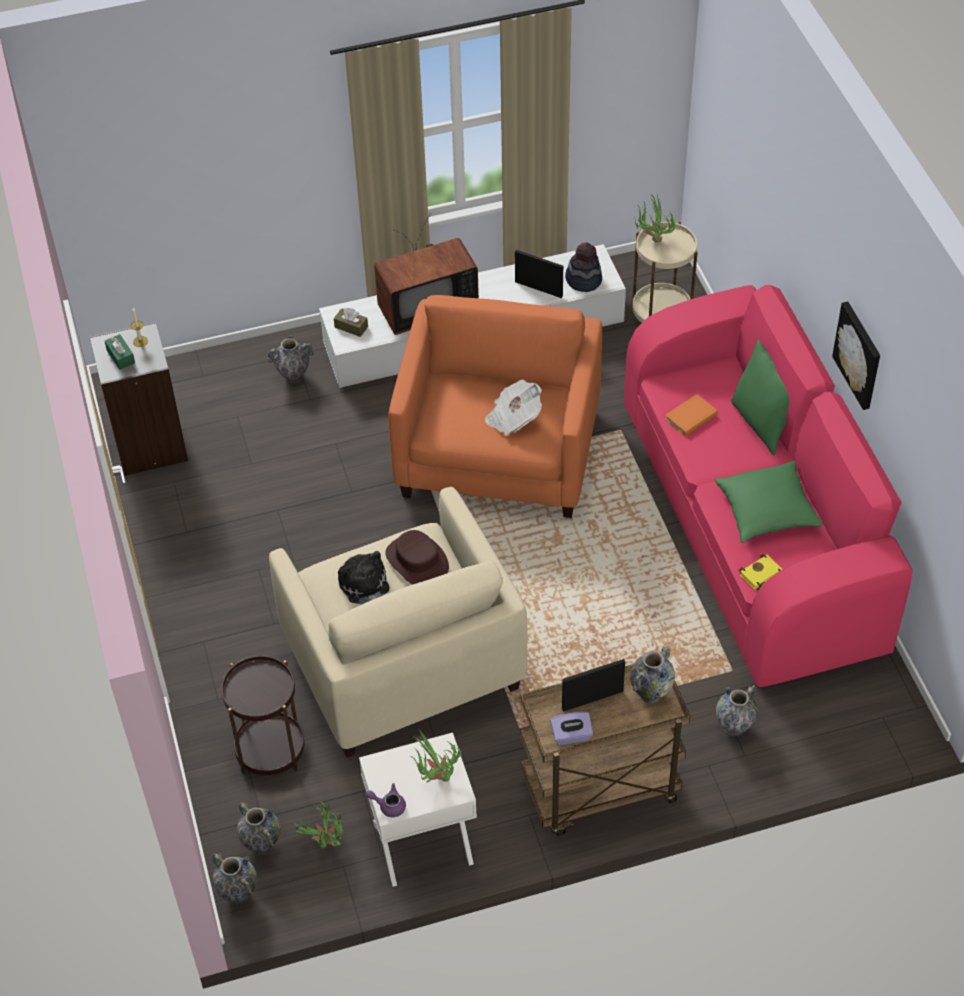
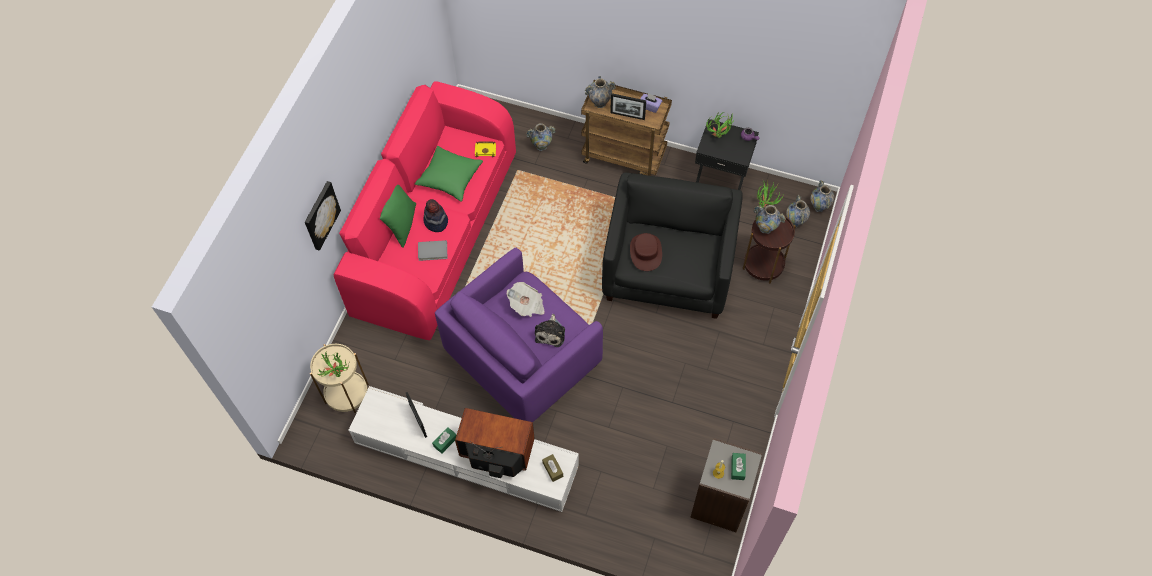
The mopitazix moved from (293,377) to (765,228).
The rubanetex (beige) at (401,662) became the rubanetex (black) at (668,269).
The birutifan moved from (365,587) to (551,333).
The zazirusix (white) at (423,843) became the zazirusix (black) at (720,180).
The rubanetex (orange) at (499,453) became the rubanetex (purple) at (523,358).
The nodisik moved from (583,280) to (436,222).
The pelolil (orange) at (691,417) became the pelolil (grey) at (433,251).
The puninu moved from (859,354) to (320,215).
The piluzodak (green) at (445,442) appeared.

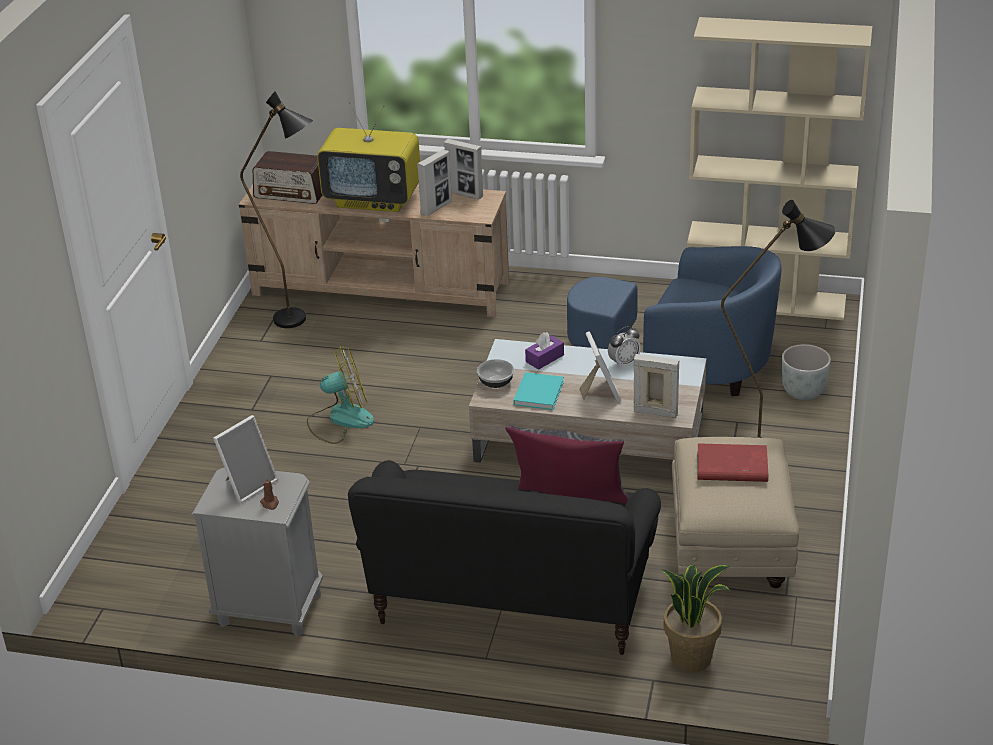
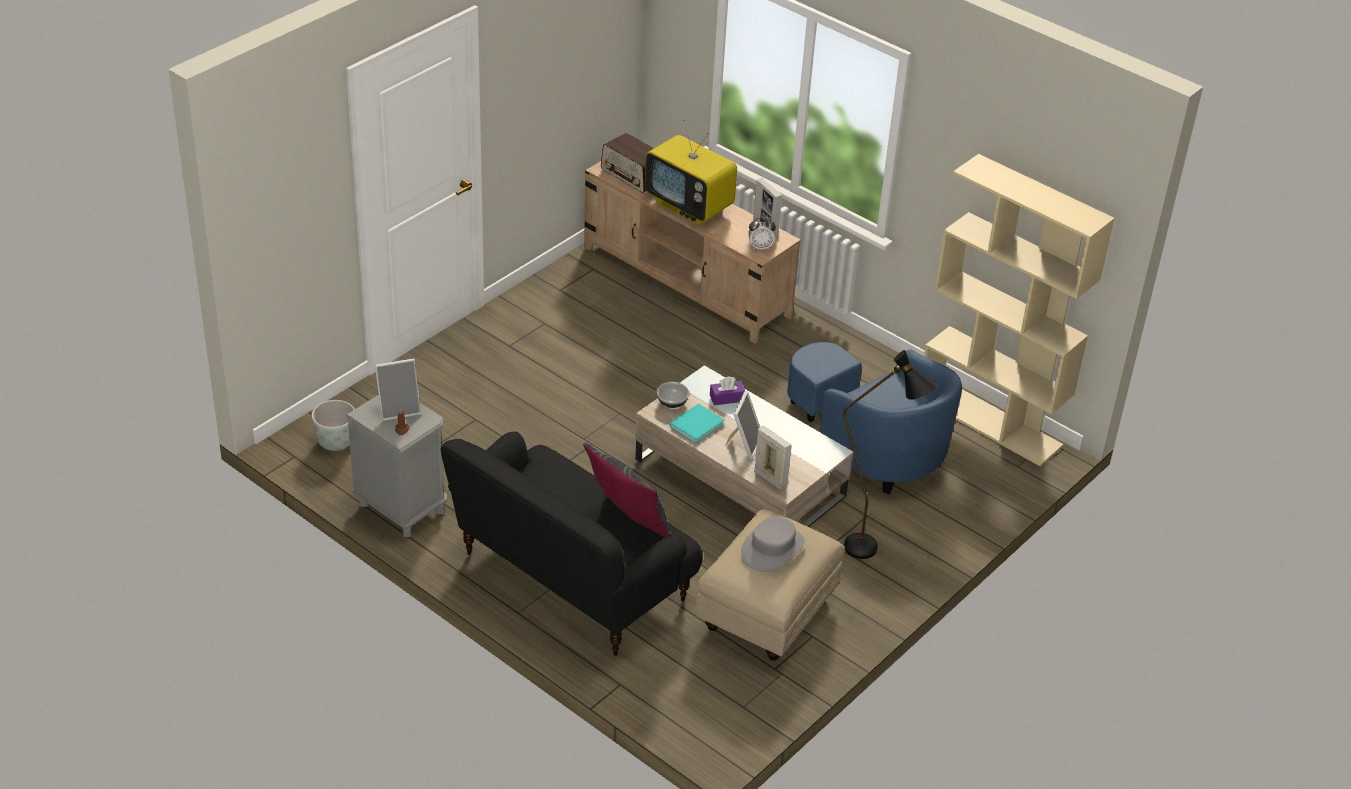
The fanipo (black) at (300,321) disappeared.
The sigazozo at (340,420) disappeared.
The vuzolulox at (436,208) disappeared.
The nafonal moved from (624,363) to (760,247).
The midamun at (691,657) disappeared.
The pelolil (red) at (731,467) was replaced by the nodisik (grey) at (772,548).
The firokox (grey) moved from (803,392) to (336,442).

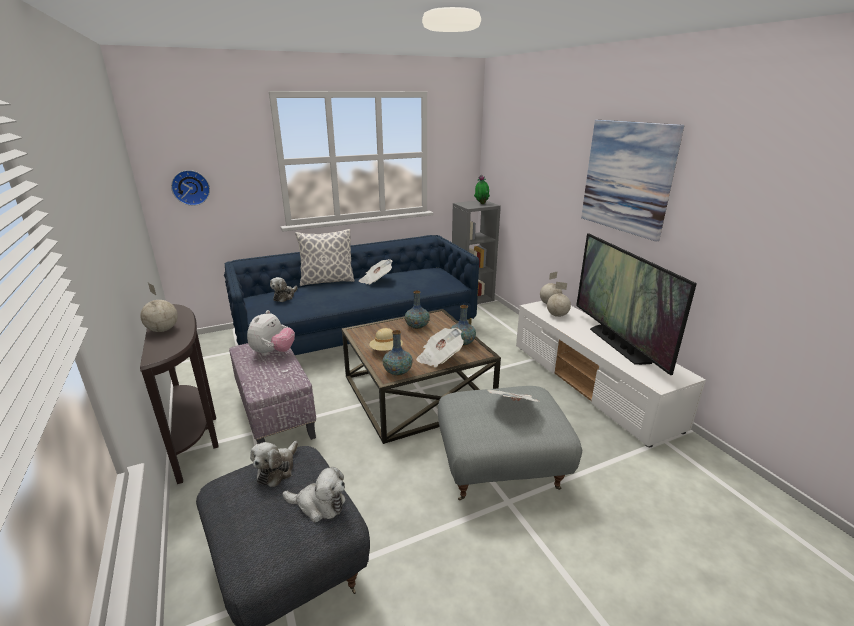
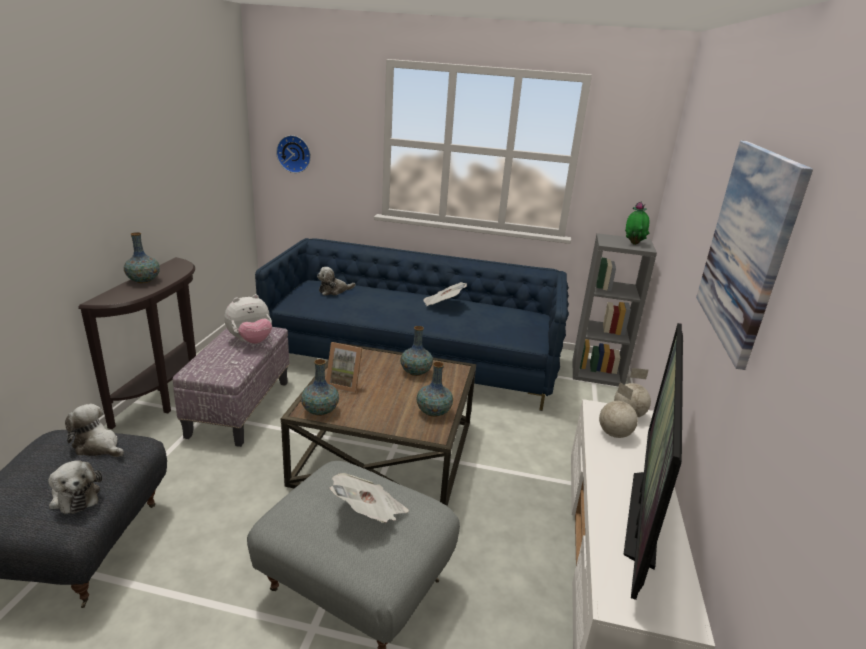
The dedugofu at (163,330) was replaced by the mopitazix at (144,281).
The birutifan at (277,469) turned 60 degrees clockwise.
The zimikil at (327,281) disappeared.
The nodisik (beige) at (386,350) was replaced by the vuzolulox at (345,384).
The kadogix at (439,358) disappeared.

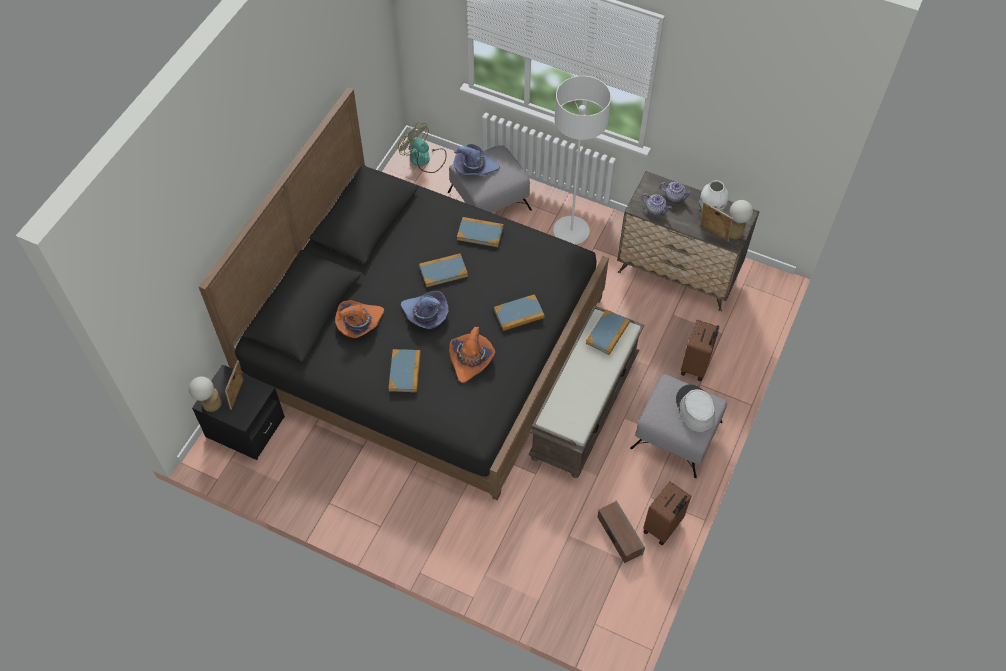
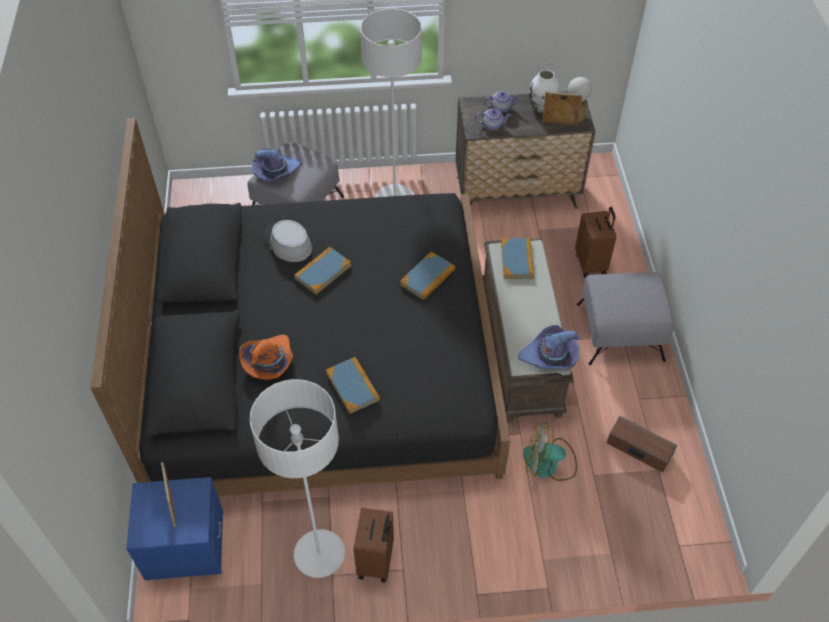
The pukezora at (209,403) disappeared.
The zazirusix (black) at (245,427) became the zazirusix (blue) at (184,545).
The sigazozo moved from (424,159) to (549,463).
The nodisik (purple) moved from (425,314) to (550,356).
The nodisik (orange) at (471,359) disappeared.
The pelolil at (480,233) disappeared.
The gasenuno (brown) moved from (663,527) to (377,561).
The nodisik (grey) moved from (694,409) to (287,243).
The fanipo (white) at (319,554) appeared.

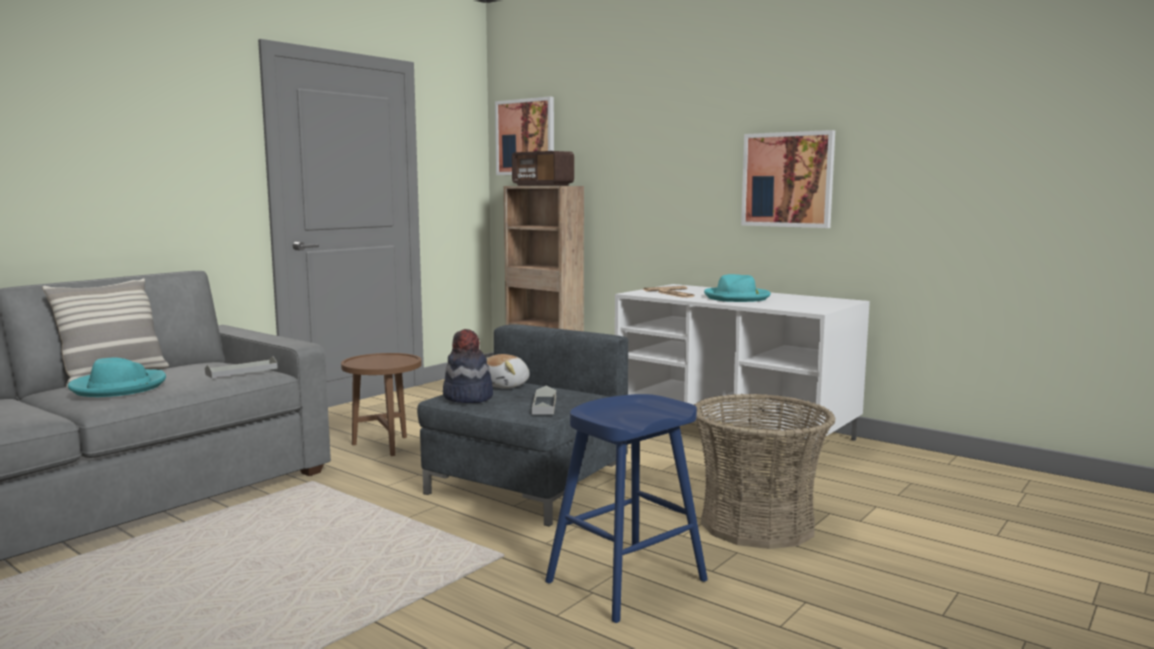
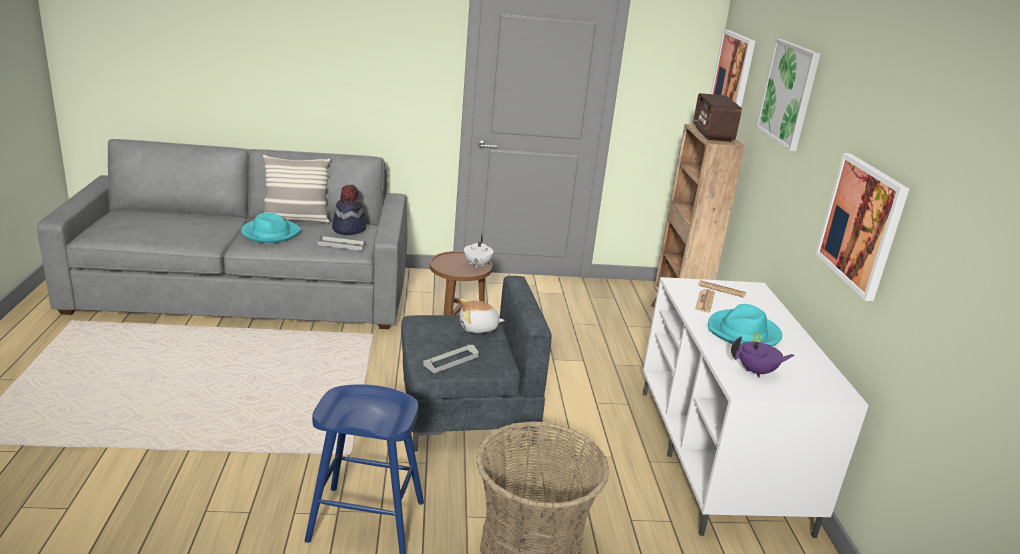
The nodisik moved from (467,397) to (348,229).
The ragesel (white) at (477,264) appeared.
The ragesel (purple) at (756,372) appeared.
The puninu at (788,93) appeared.

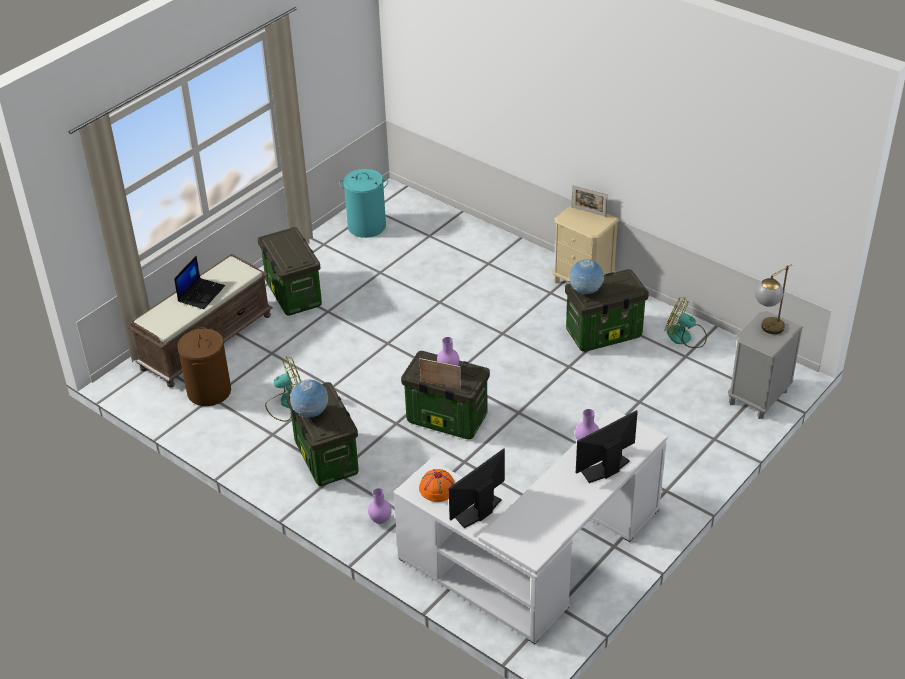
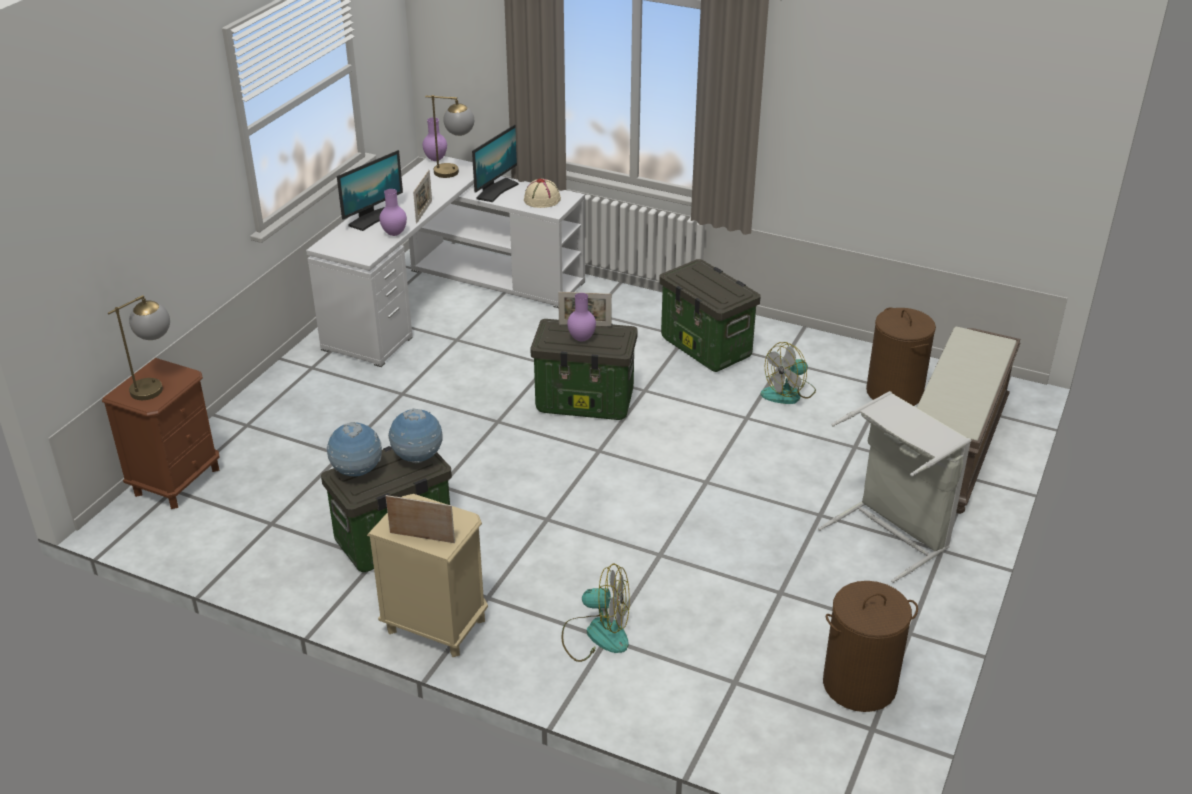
The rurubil at (201,293) disappeared.
The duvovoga at (292,294) was replaced by the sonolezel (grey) at (891,534).
The dedugofu moved from (311,414) to (357,473).
The sonolezel (turquoise) at (367,226) became the sonolezel (brown) at (859,685).
The mopitazix (purple) moved from (380,520) to (436,159).
The nodisik (orange) at (437,489) became the nodisik (beige) at (542,199).
The sigazozo moved from (685,337) to (596,634).
The zazirusix (grey) at (758,398) became the zazirusix (brown) at (177,481).
The vuzolulox at (424,212) appeared.
The pukezora at (455,173) appeared.

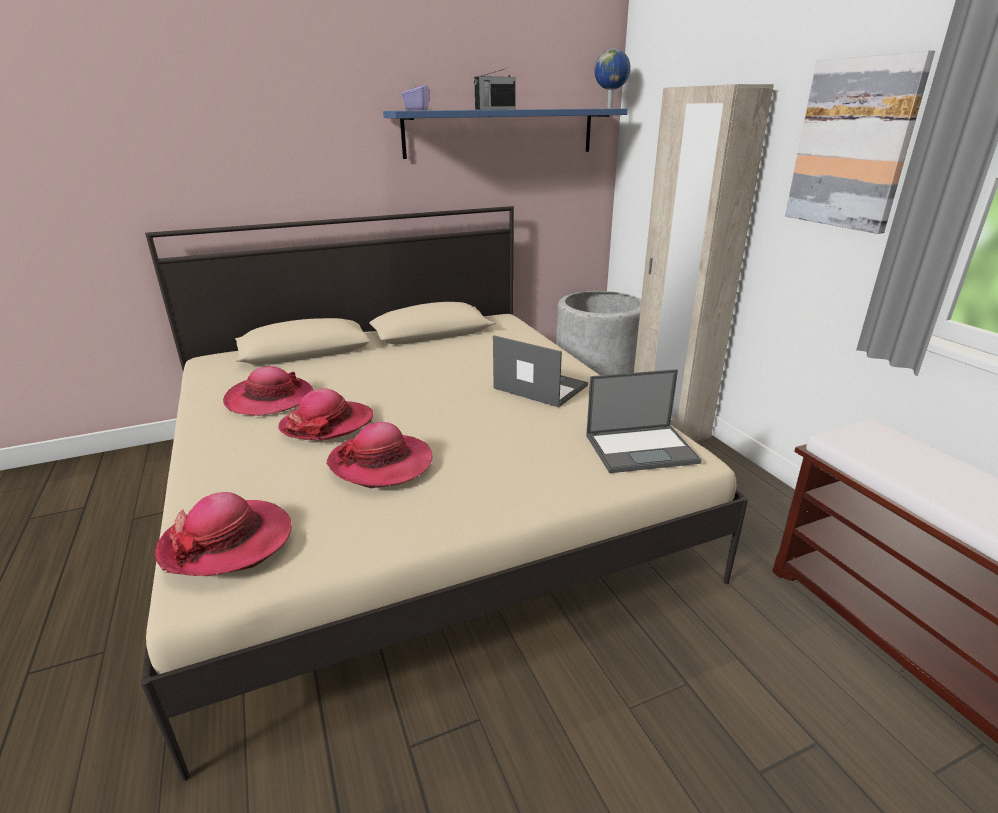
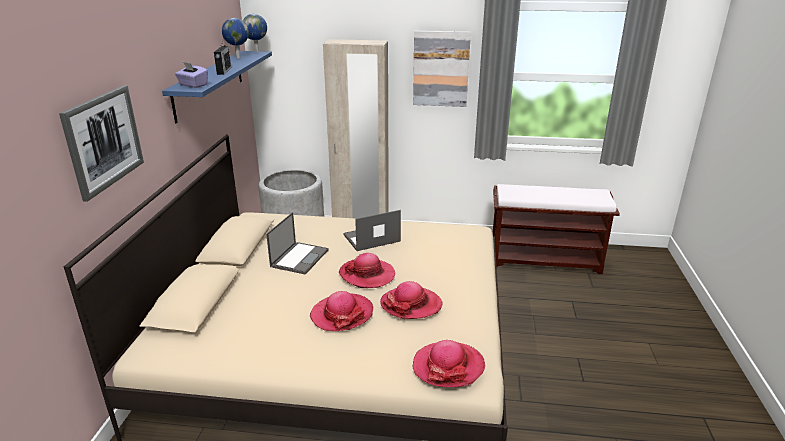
The nodisik moved from (269,399) to (367,275).
The rurubil moved from (642,448) to (300,258).
The puninu at (104,140) appeared.
The dedugofu at (237,57) appeared.

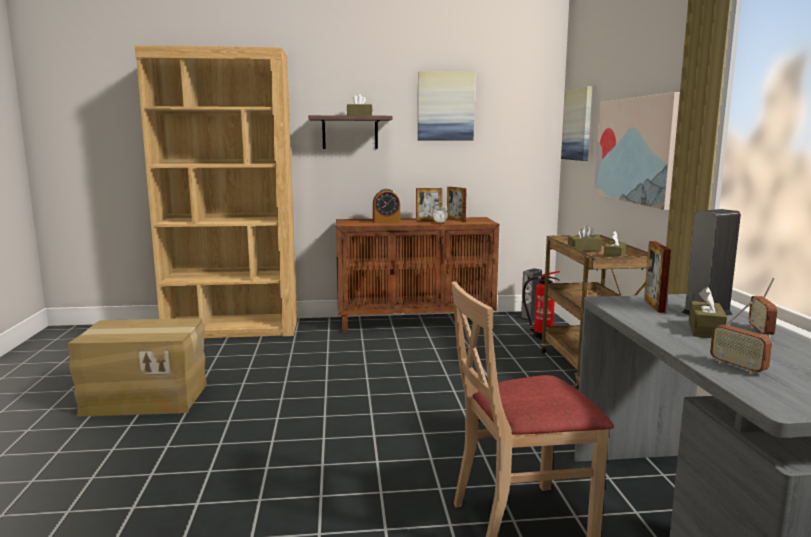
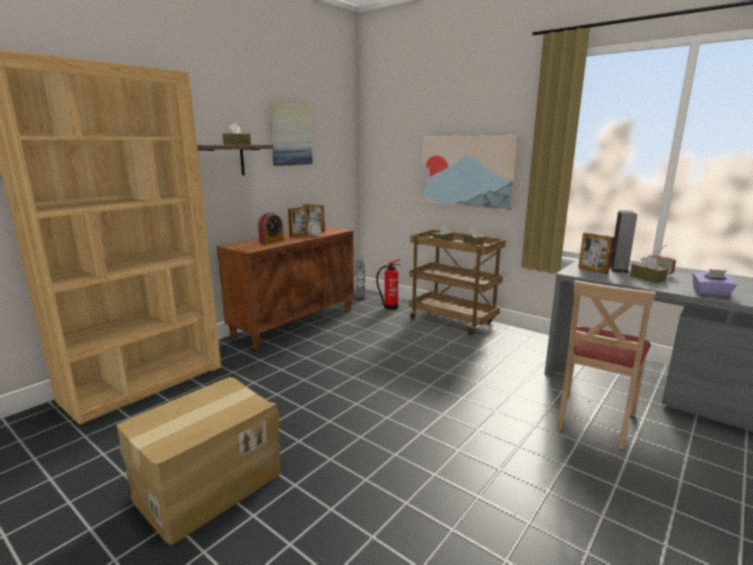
The puninu at (578,124) disappeared.
The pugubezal at (738,367) was replaced by the piluzodak (purple) at (711,293).

